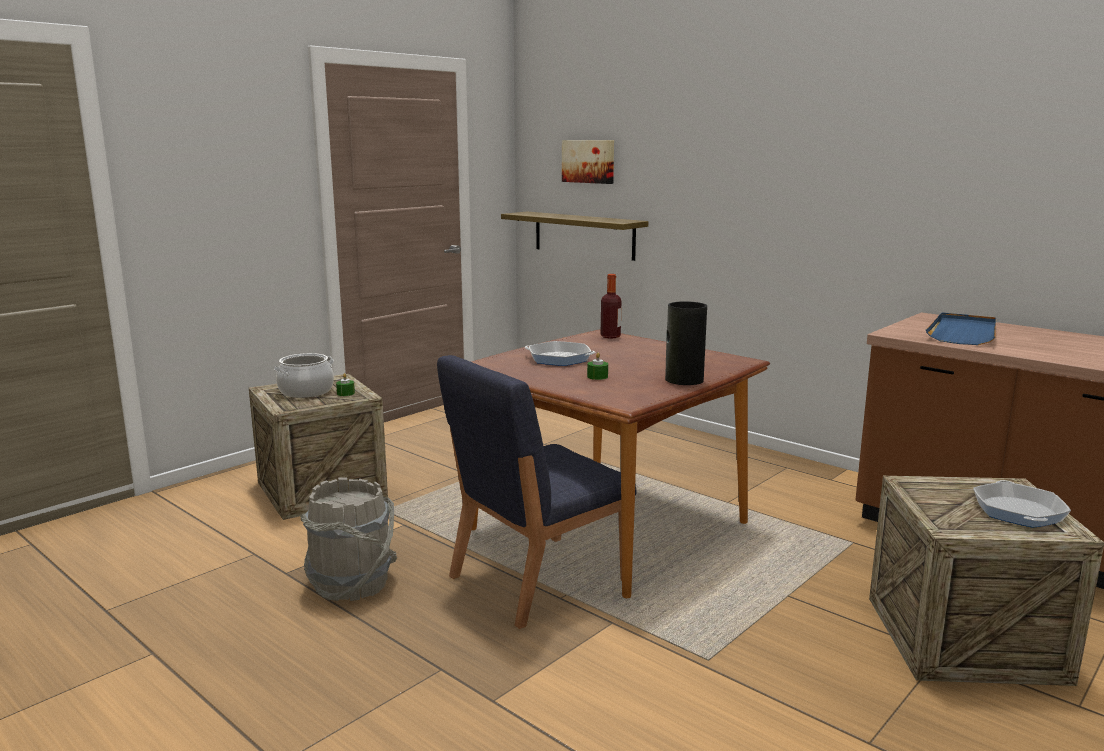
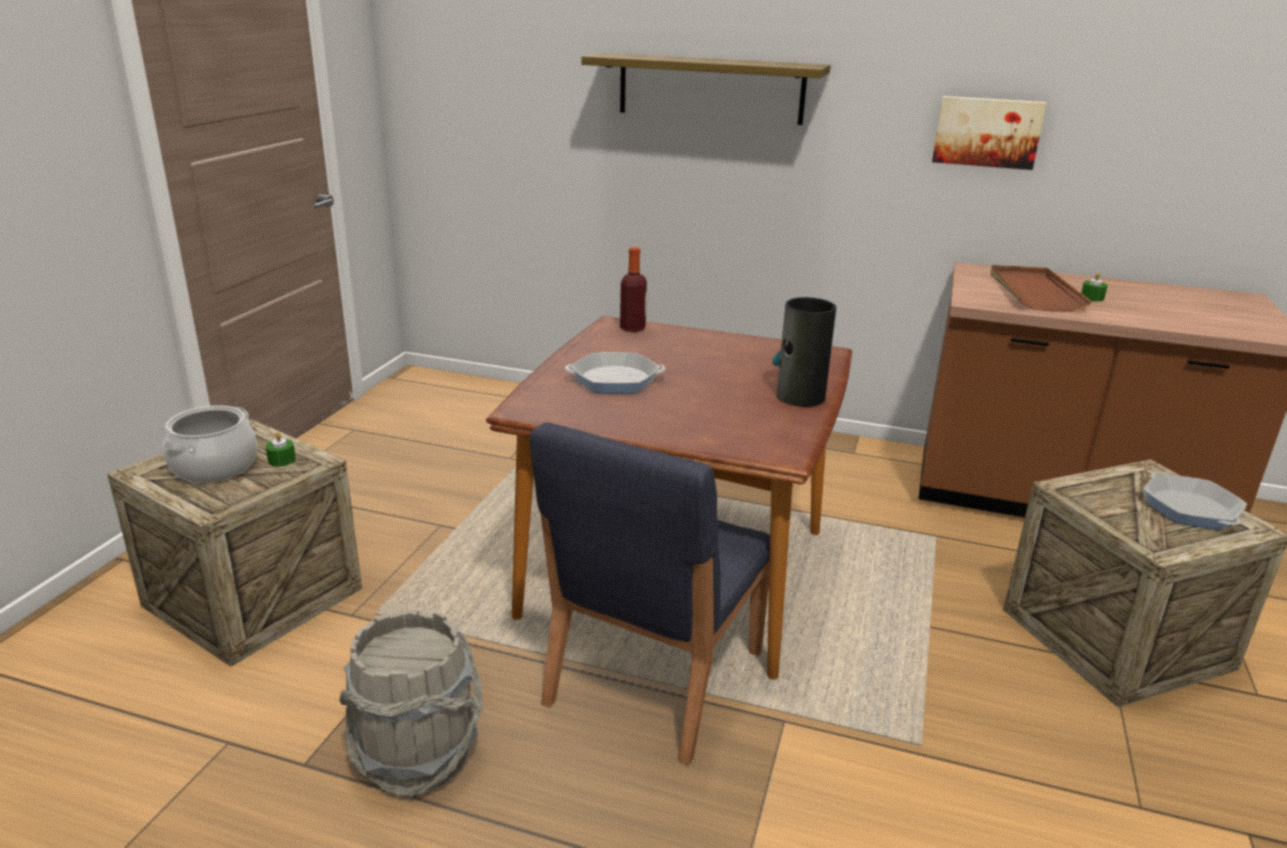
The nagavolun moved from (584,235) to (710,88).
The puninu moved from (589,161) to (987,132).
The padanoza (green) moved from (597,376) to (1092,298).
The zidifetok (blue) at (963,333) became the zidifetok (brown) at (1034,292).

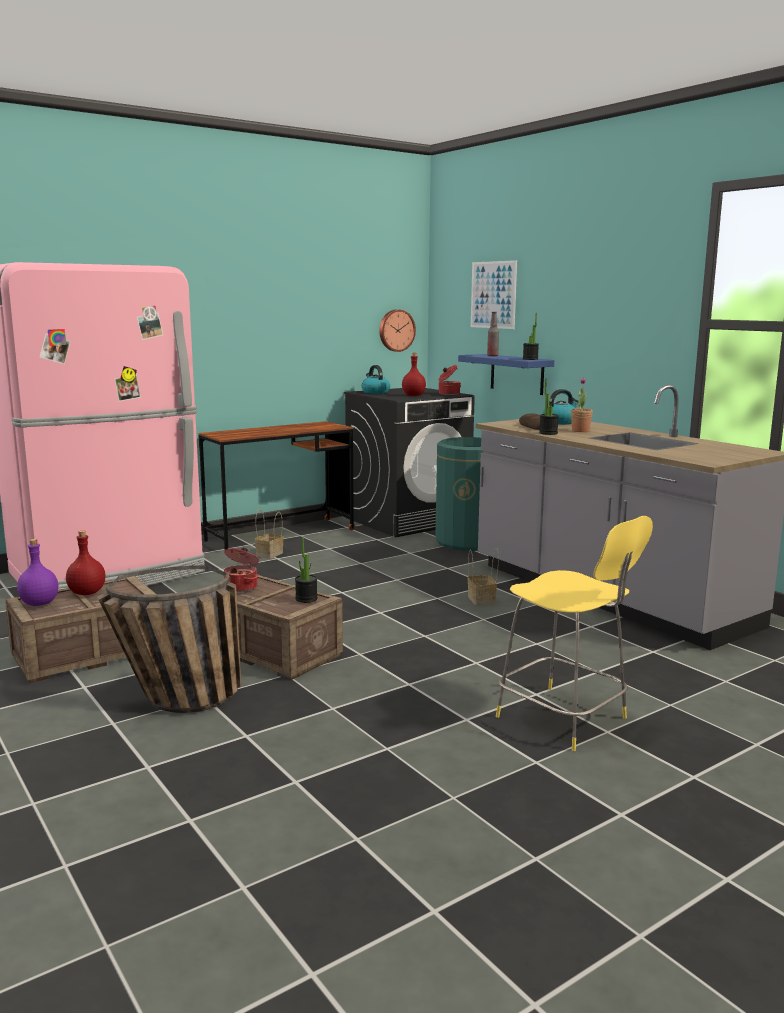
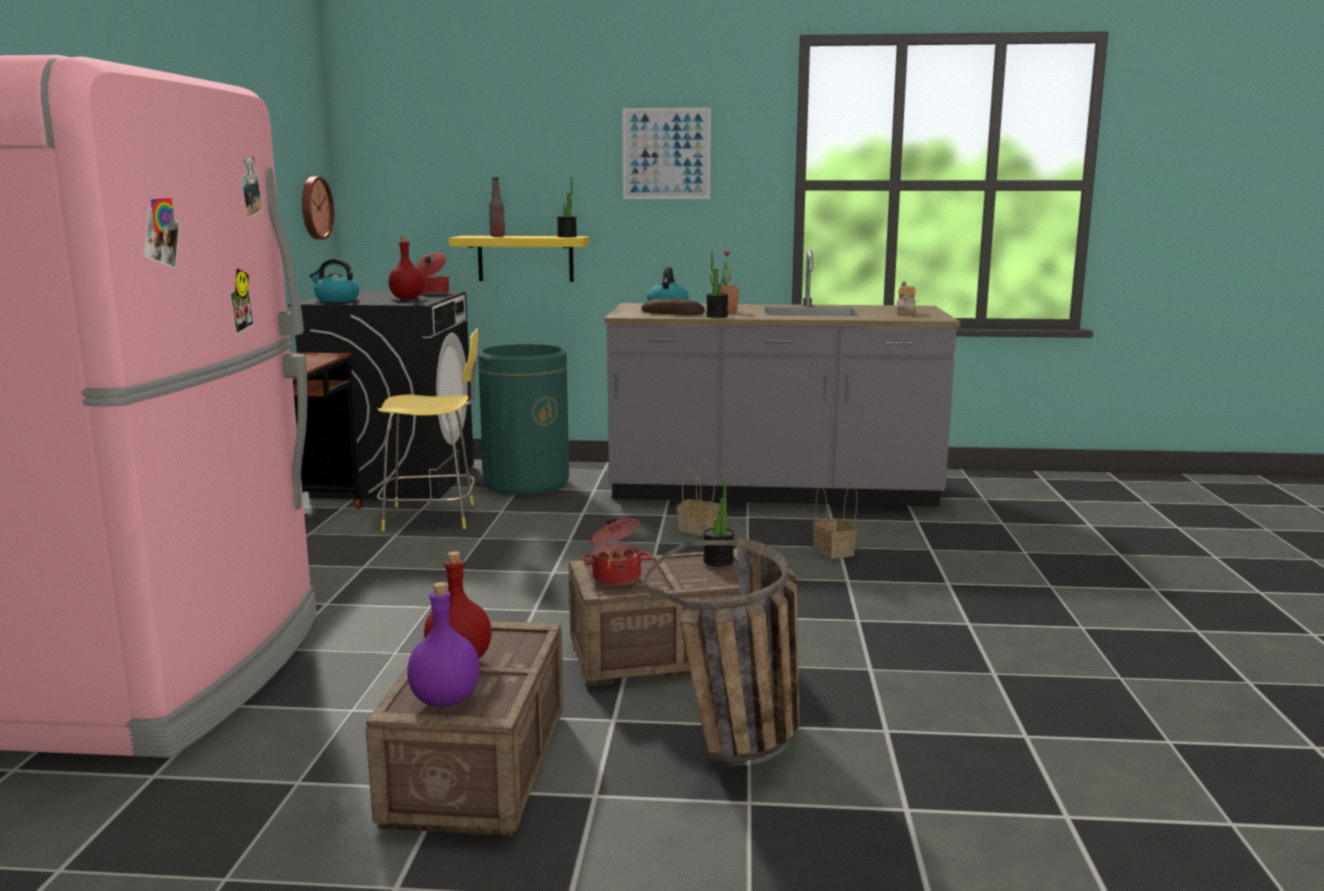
The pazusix moved from (269,554) to (834,552).
The nagavolun (blue) at (517,374) became the nagavolun (yellow) at (525,258).
The puninu moved from (493,295) to (666,153).
The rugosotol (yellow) moved from (565,719) to (433,517).
The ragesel at (906,313) appeared.

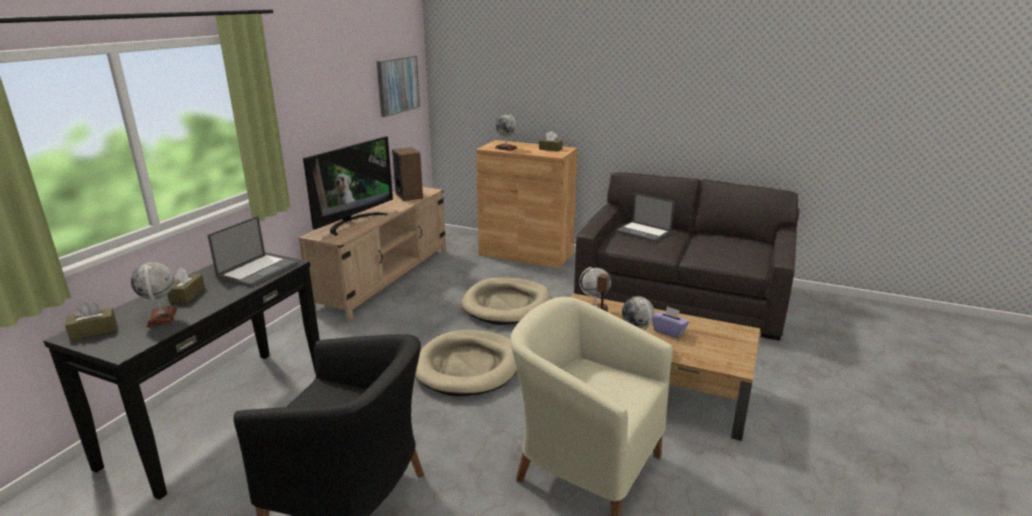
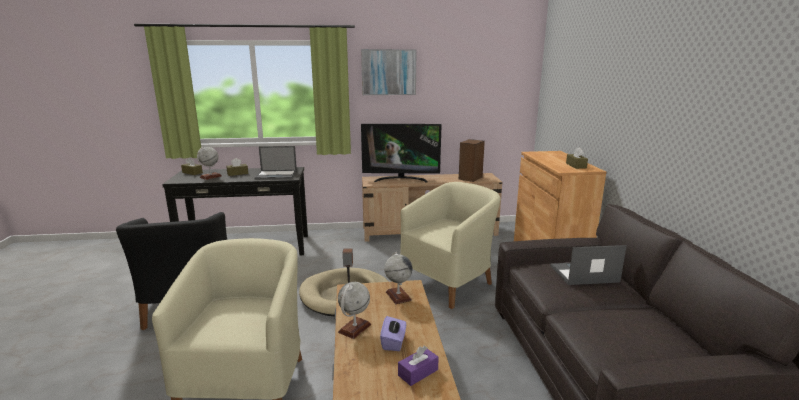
The puninu moved from (397,85) to (388,72).
The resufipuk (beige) at (507,305) was replaced by the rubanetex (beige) at (449,282).
The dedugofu at (506,148) disappeared.
The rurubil at (644,232) turned 75 degrees clockwise.
The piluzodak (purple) at (418,372) appeared.

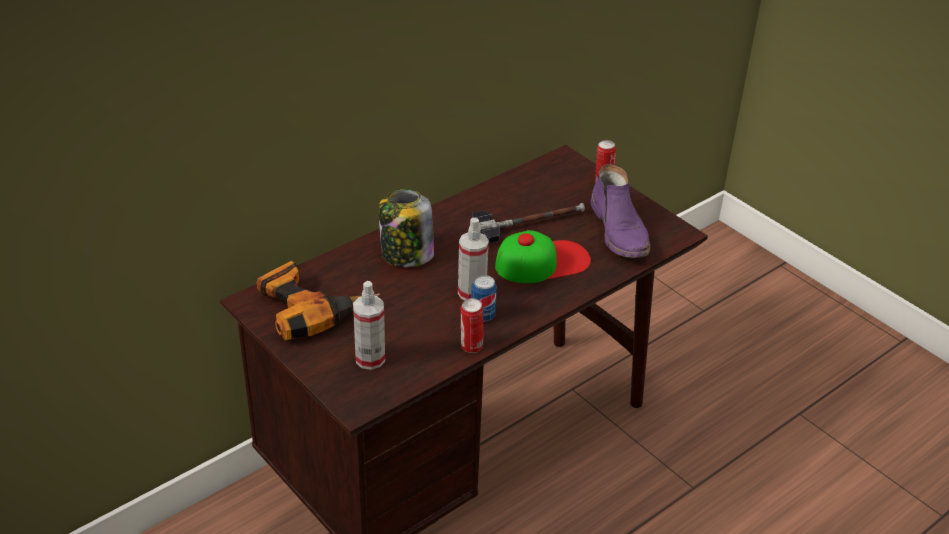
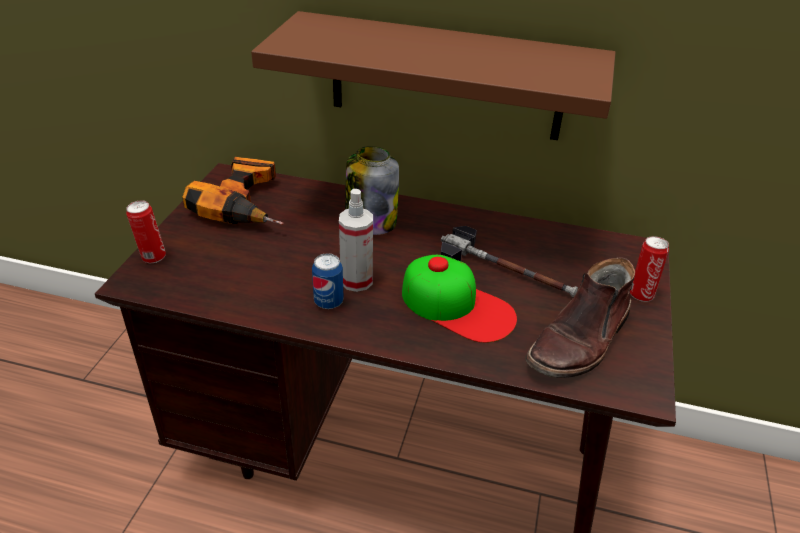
The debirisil at (370,359) disappeared.
The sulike moved from (471,347) to (152,257).
The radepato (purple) at (620,231) became the radepato (brown) at (580,341).
The nagavolun (brown) at (446,77) appeared.

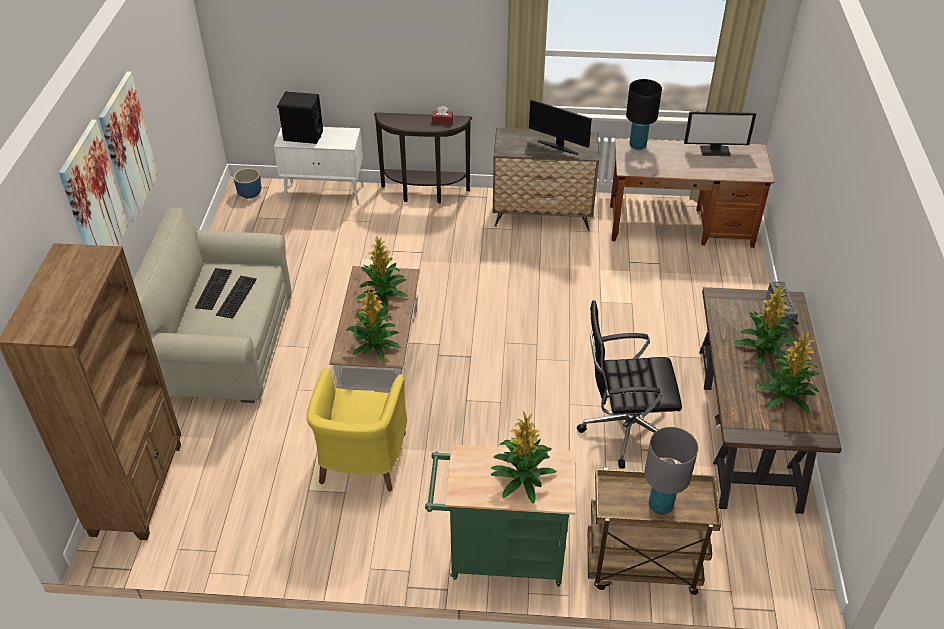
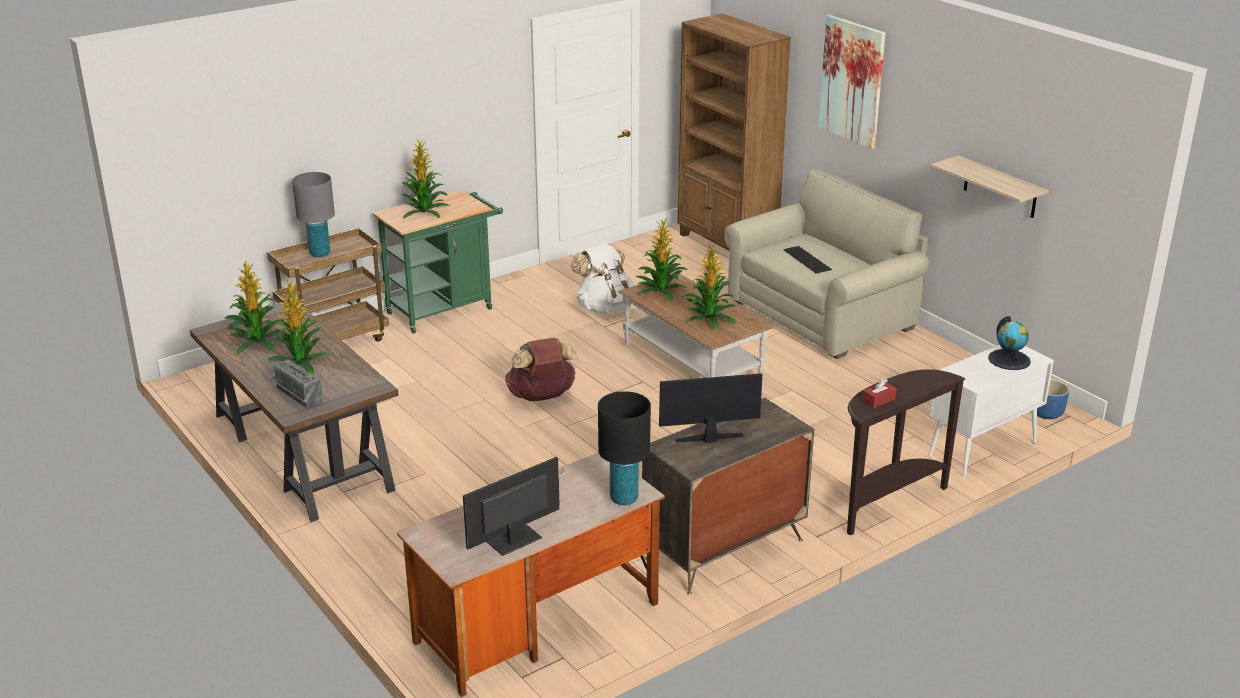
The puninu at (128,147) disappeared.
The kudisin at (213,288) disappeared.
The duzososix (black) at (303,136) was replaced by the dedugofu at (1009,359).
The rubanetex (yellow) at (361,461) was replaced by the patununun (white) at (605,307).
The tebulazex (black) at (624,429) disappeared.
The patununun (brown) at (541,397) appeared.
The nagavolun at (1000,187) appeared.

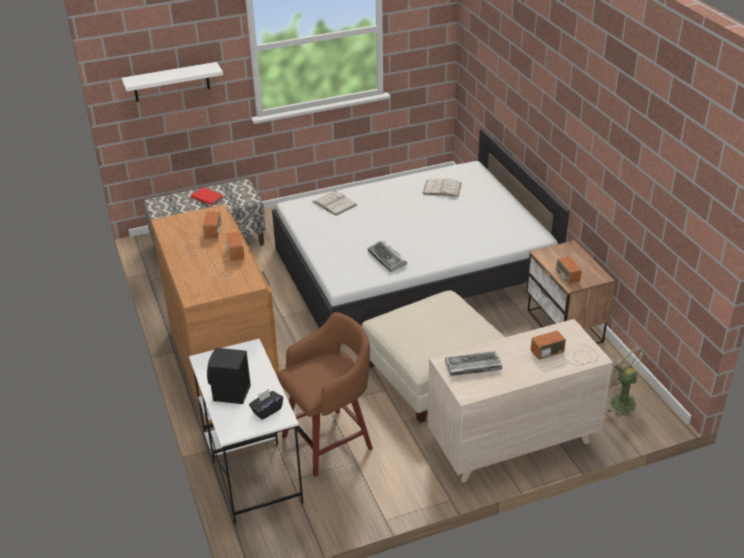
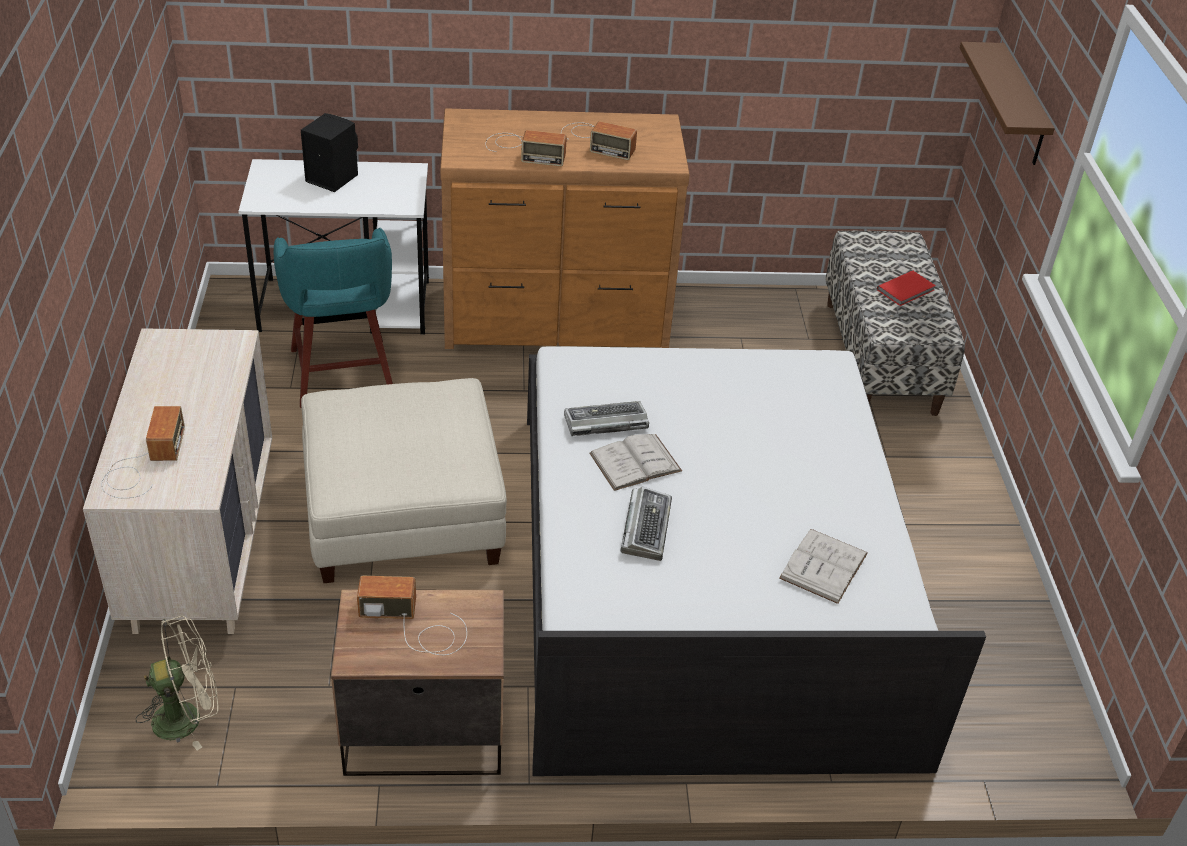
The nagavolun (white) at (171,82) became the nagavolun (brown) at (1022,106).
The piluzodak (black) at (267,410) disappeared.
The rugosotol (brown) at (330,441) became the rugosotol (turquoise) at (342,375).
The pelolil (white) moved from (334,203) to (635,462).
The kudisin moved from (472,367) to (646,527).

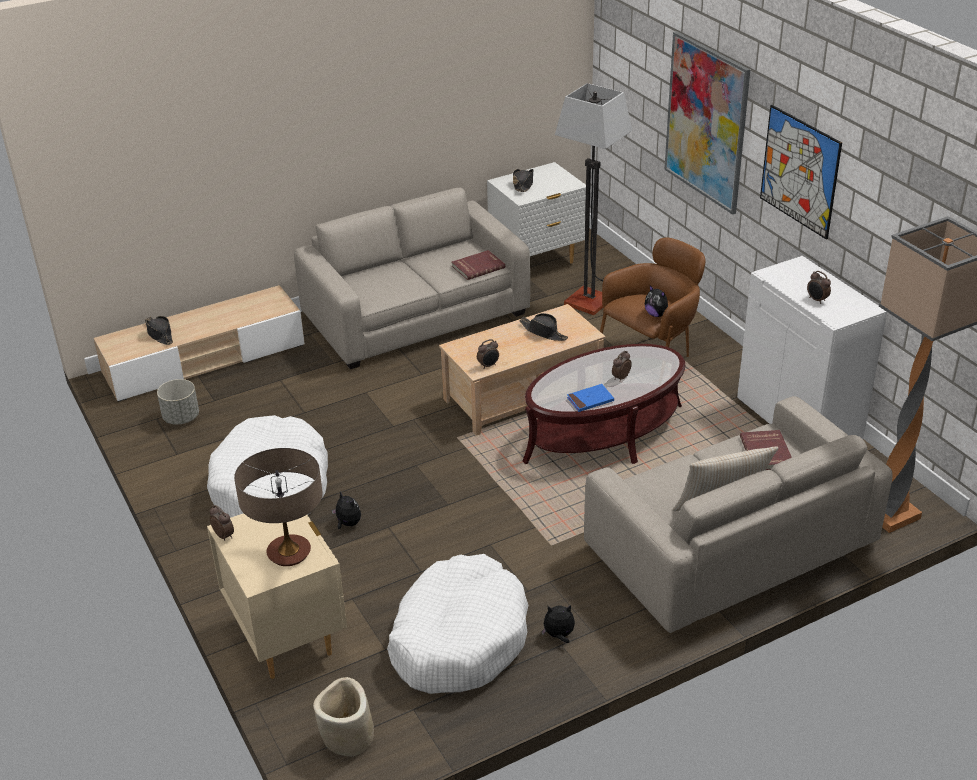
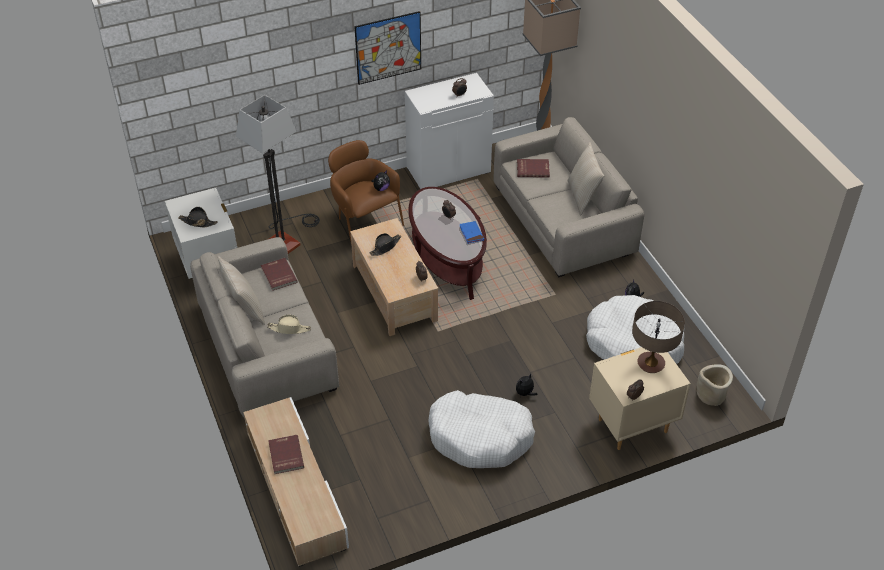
The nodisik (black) at (159,334) disappeared.
The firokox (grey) at (181,417) disappeared.
The puninu at (706,122) disappeared.
The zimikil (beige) at (244,309) appeared.
The nodisik (beige) at (289,329) appeared.
The pelolil (red) at (285,455) appeared.

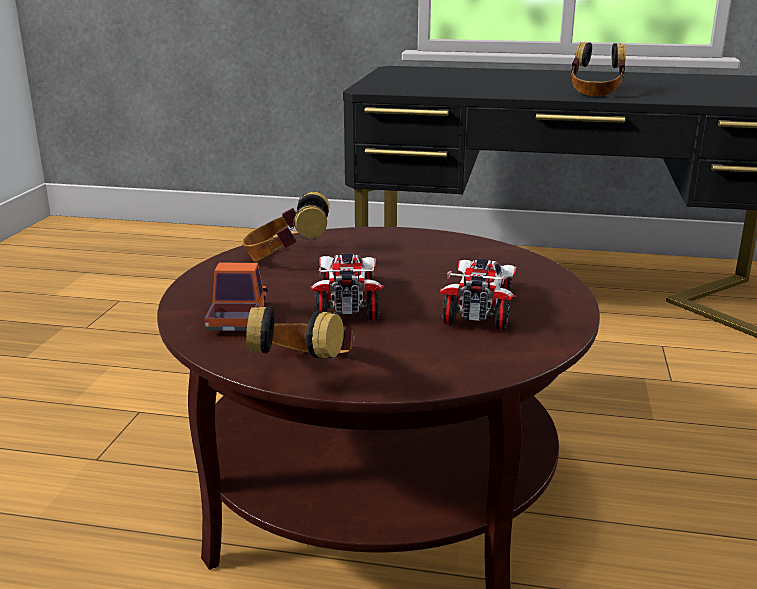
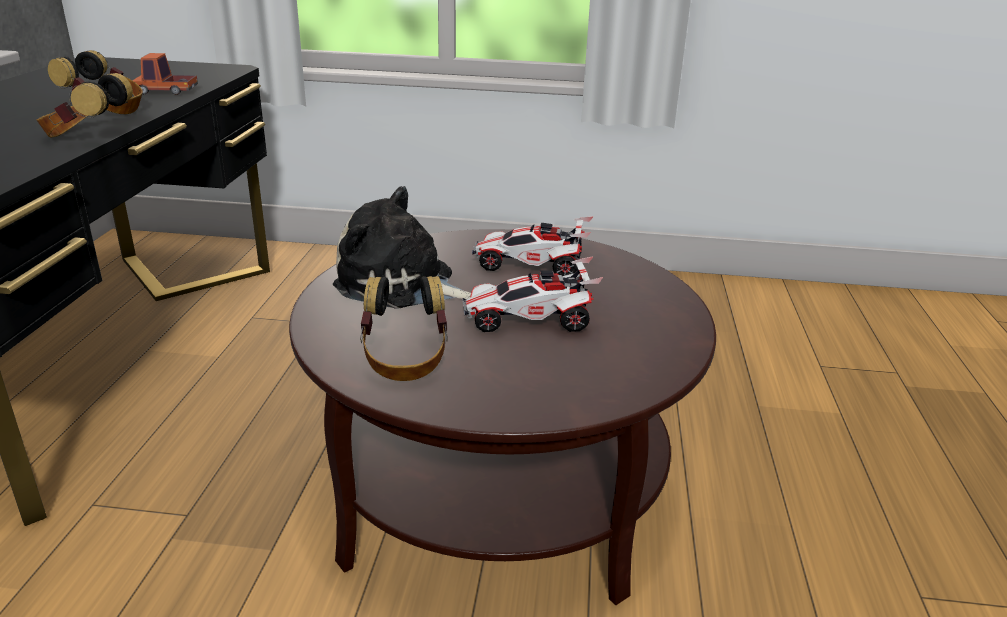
The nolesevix moved from (237,319) to (166,91).
The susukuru moved from (305,373) to (87,137).
The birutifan at (400,285) appeared.

